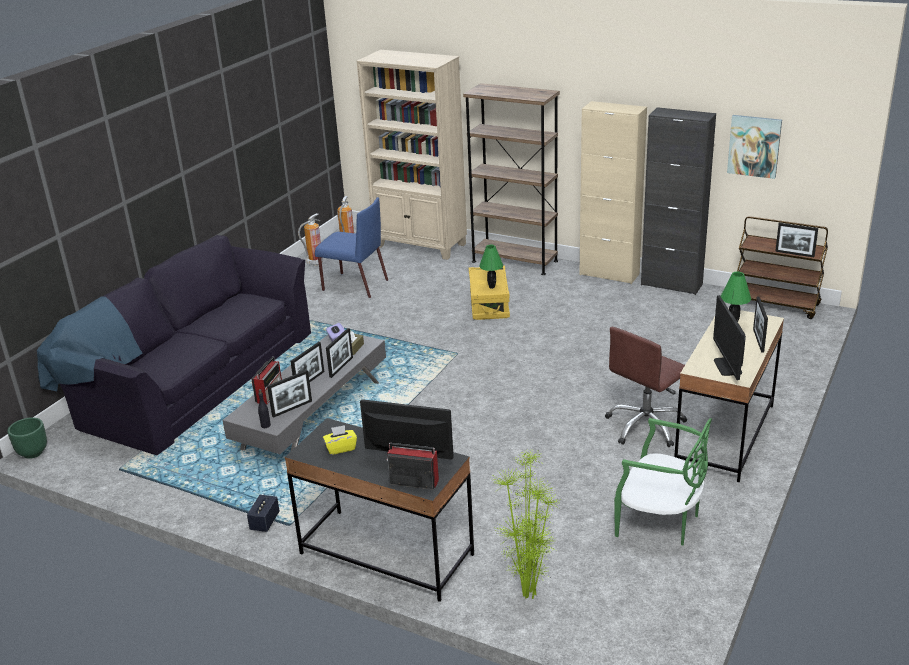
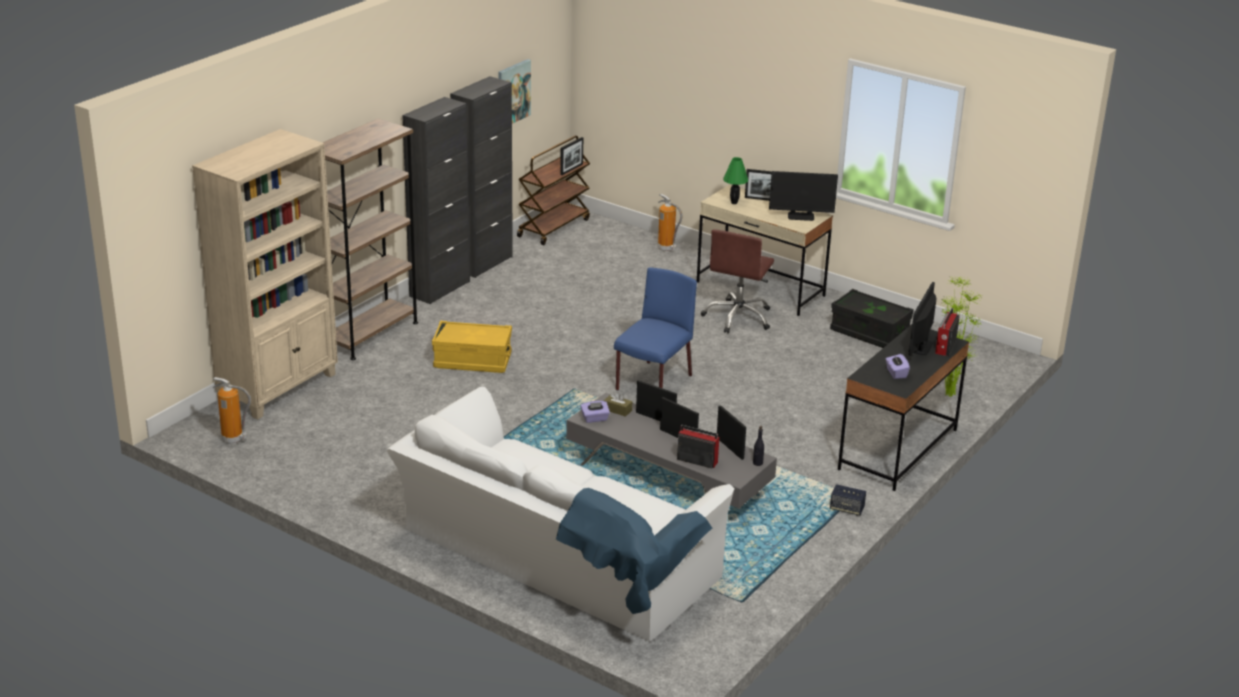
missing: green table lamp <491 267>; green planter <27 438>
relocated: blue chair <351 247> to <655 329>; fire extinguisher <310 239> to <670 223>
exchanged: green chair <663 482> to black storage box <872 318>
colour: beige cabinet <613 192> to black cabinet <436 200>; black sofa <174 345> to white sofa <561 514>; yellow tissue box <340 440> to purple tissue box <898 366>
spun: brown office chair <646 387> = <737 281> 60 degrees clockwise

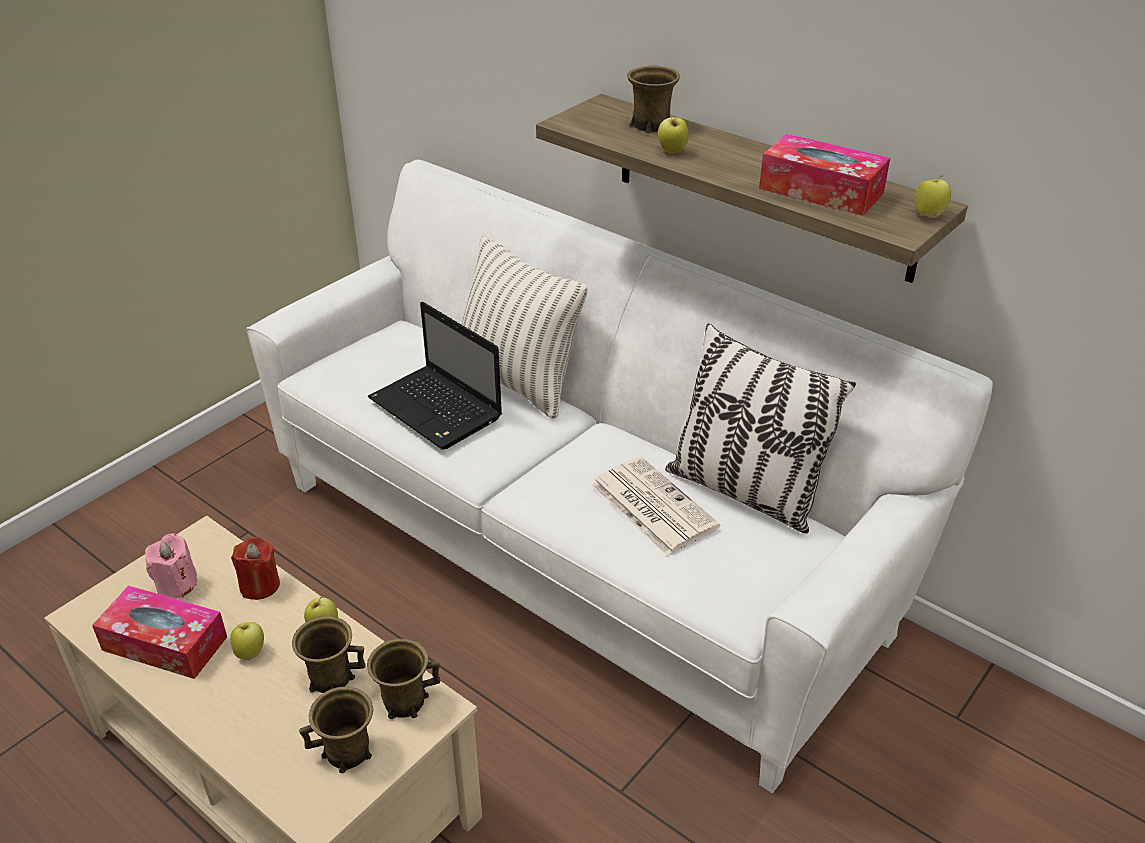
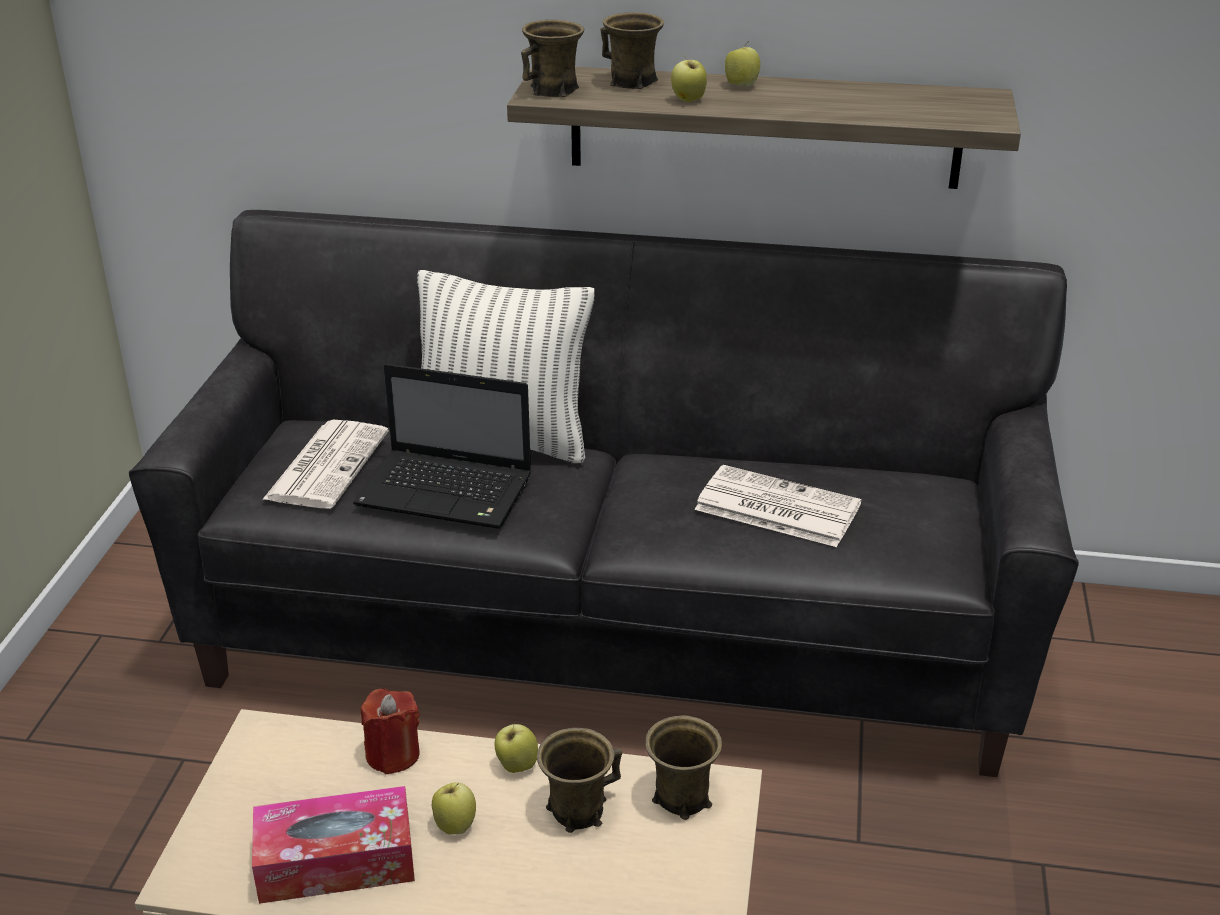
missing: tissue box <824 175>; pillow <760 428>; pink candle <171 565>
appeared: newspaper <325 464>
relocated: apple <933 196> to <742 64>; brown mug <336 730> to <552 58>
colour: white sofa <619 476> to black sofa <604 493>

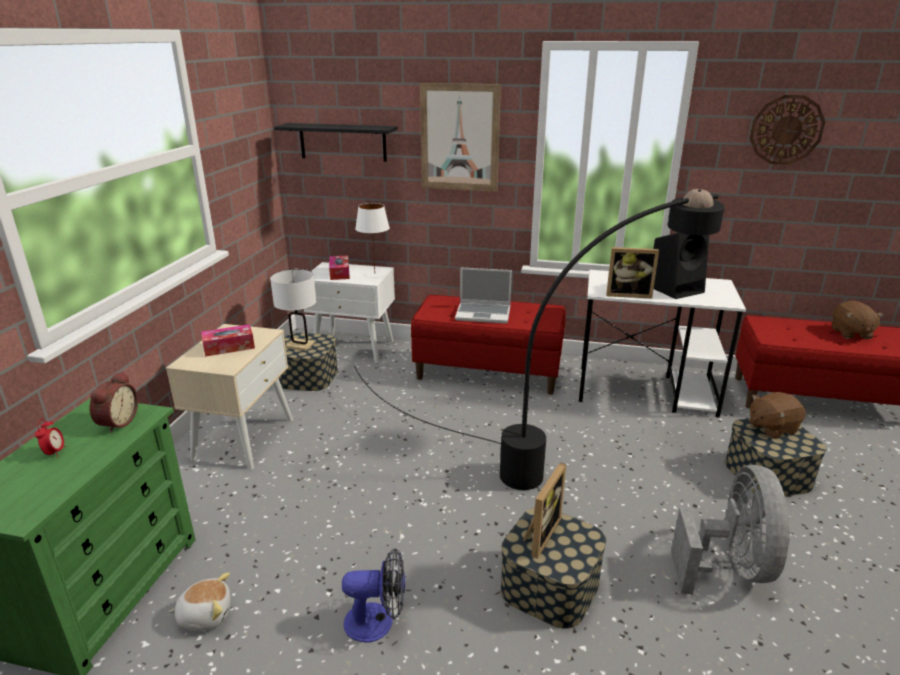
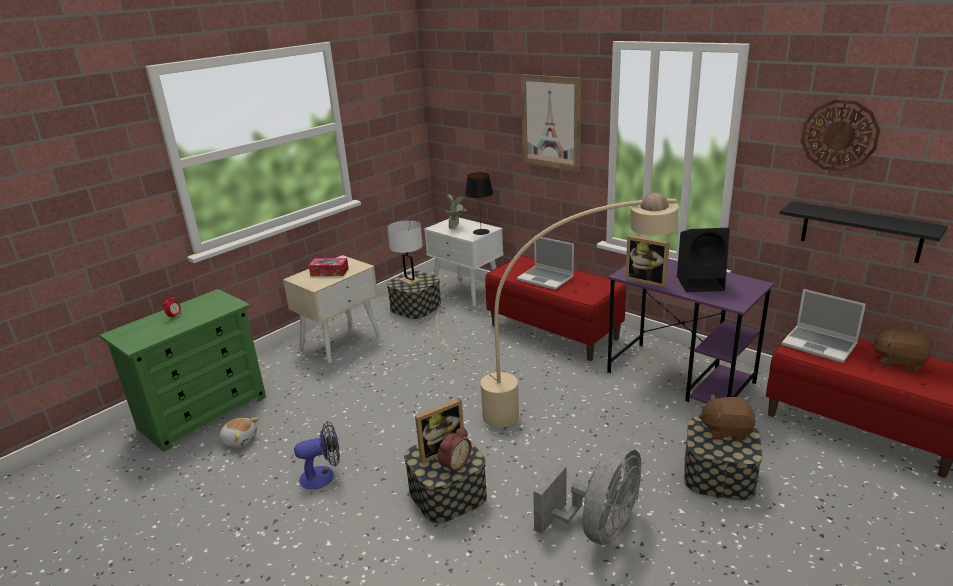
appeared: laptop <824 326>
relocated: black shelf <336 142> to <864 232>; alarm clock <114 402> to <455 450>
exchanged: tissue box <339 268> to potted plant <456 211>
colour: black floor lamp <539 339> to beige floor lamp <557 310>; white table lamp <372 240> to black table lamp <479 203>; white desk <662 344> to purple desk <690 331>
spun: brown plush toy <858 320> = <900 349> 90 degrees clockwise; fan <373 595> = <317 455> 45 degrees counterclockwise

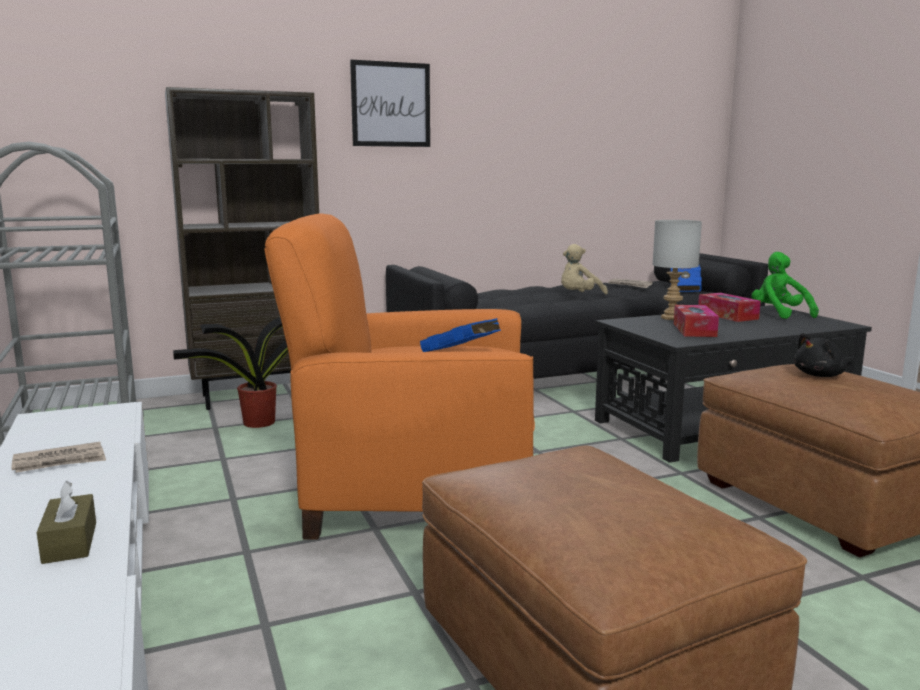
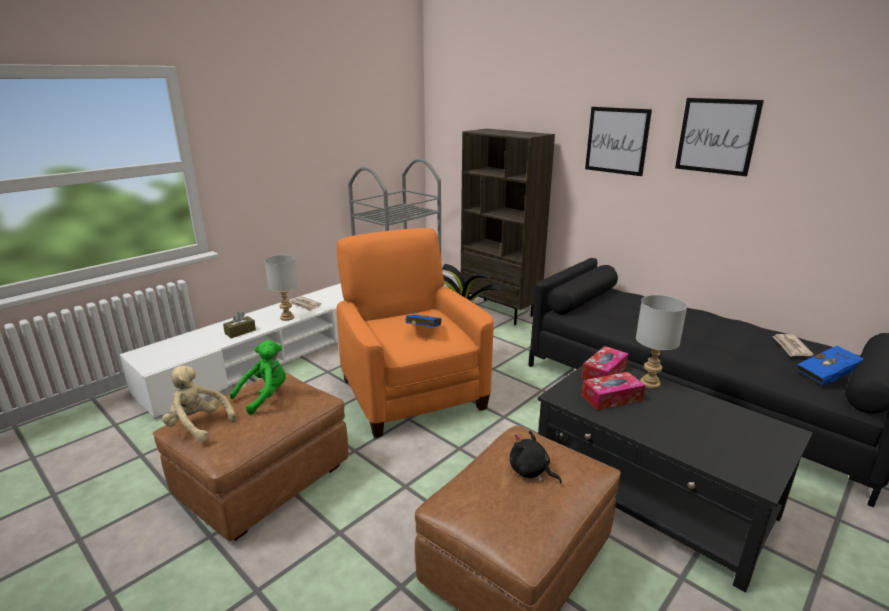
appeared: picture <719 137>; grey table lamp <281 288>
relocated: beige plush toy <584 269> to <199 403>; green plush toy <785 285> to <258 377>; tissue box <729 307> to <605 363>

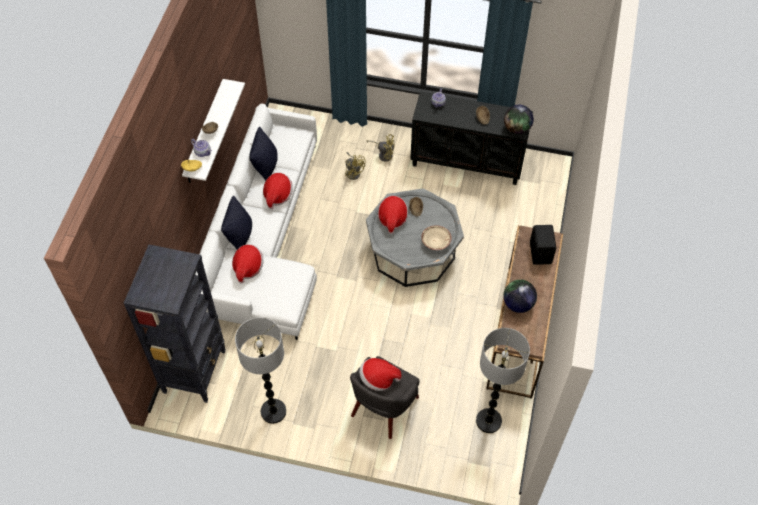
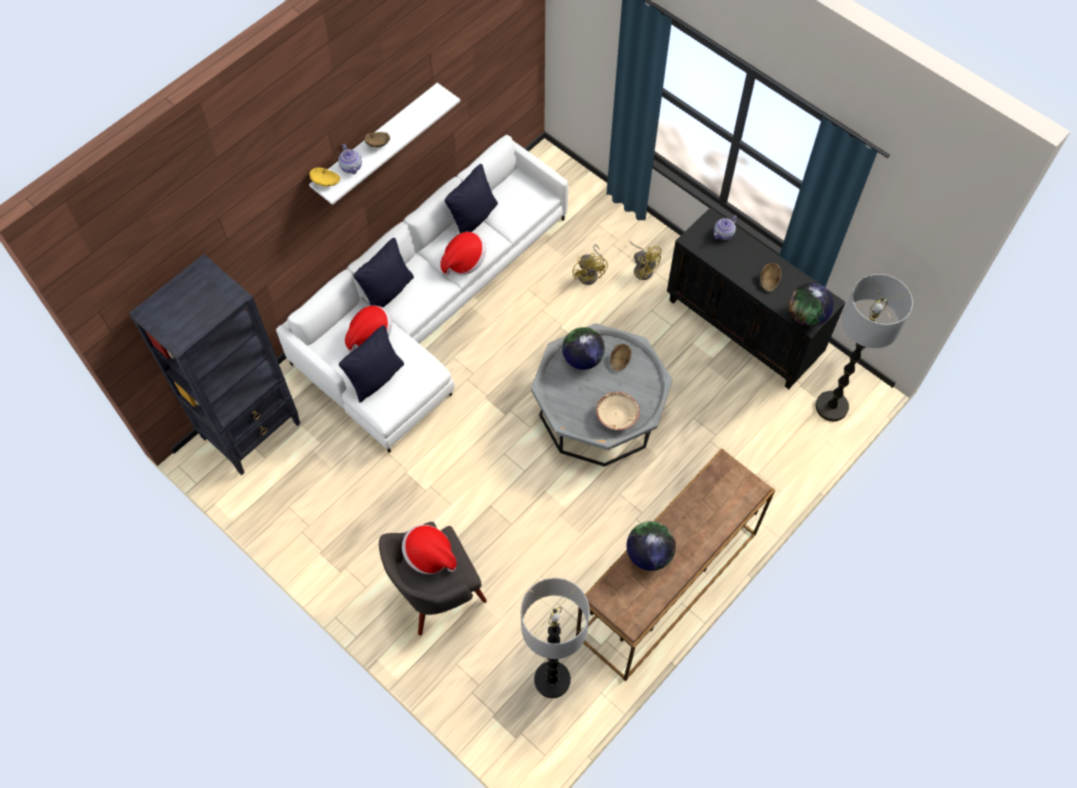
missing: black speaker <543 245>
appeared: black pillow <371 364>
relocated: floor lamp <260 370> to <864 347>
exchanged: hat <393 215> to globe <583 348>

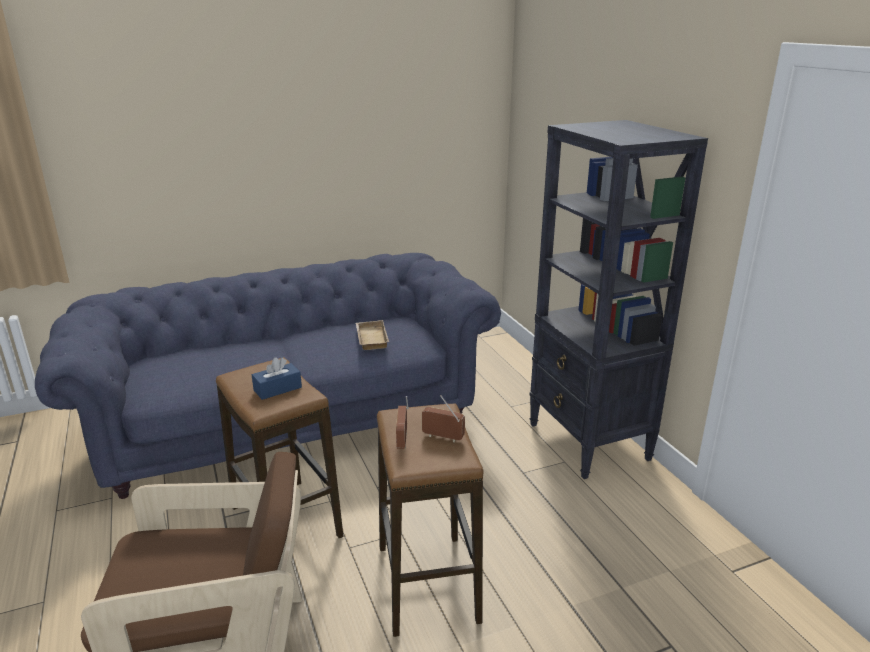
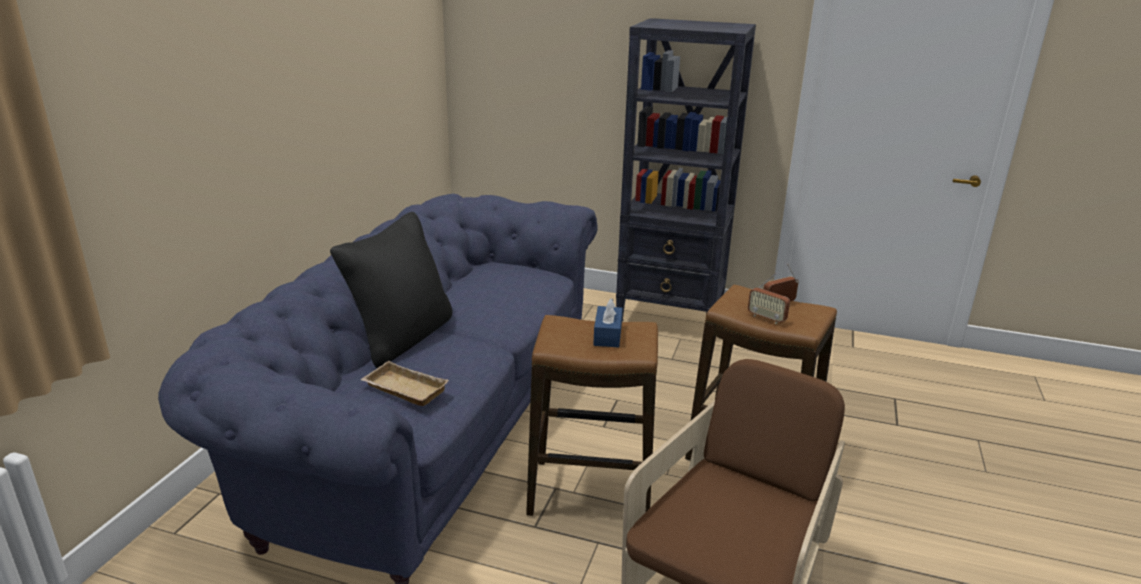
appeared: black pillow <391 290>
relocated: beige tray <372 335> to <404 383>

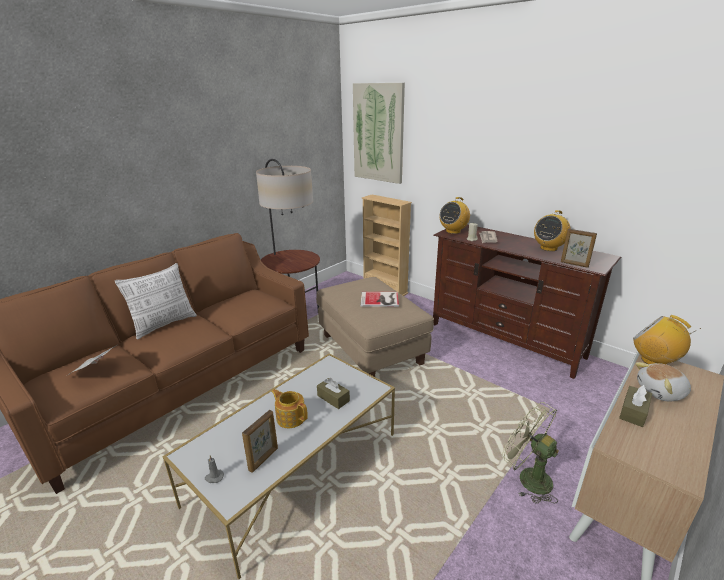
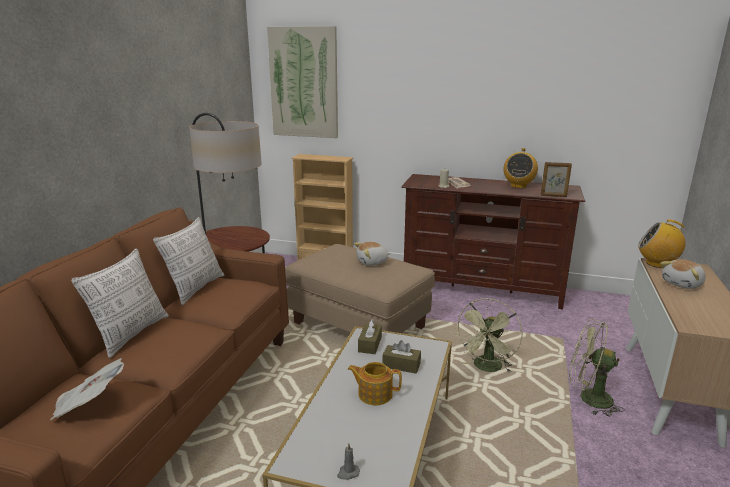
missing: radio <455 215>; picture frame <260 441>
appeared: pillow <188 261>; green fan <489 335>
relocated: brown tissue box <635 406> to <370 336>
exchanged: book <380 299> to plush toy <372 254>

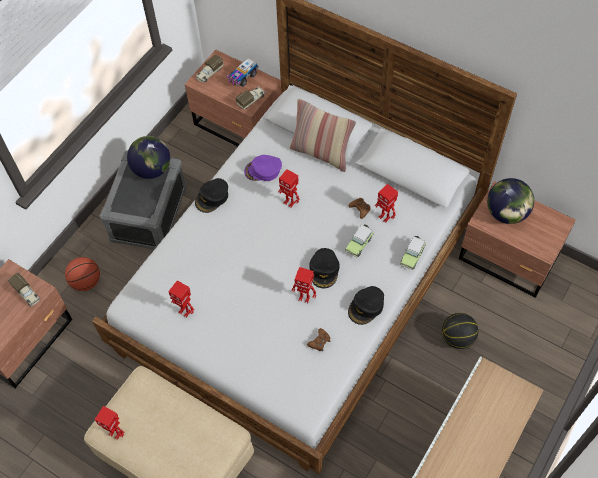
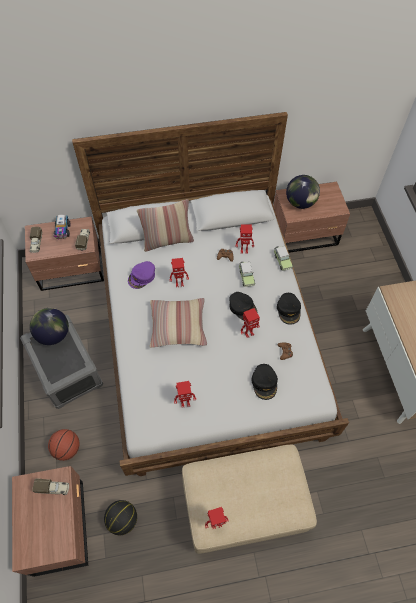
appeared: pillow <178 323>
relocated: black cap <211 195> to <265 382>; basketball <460 331> to <120 517>

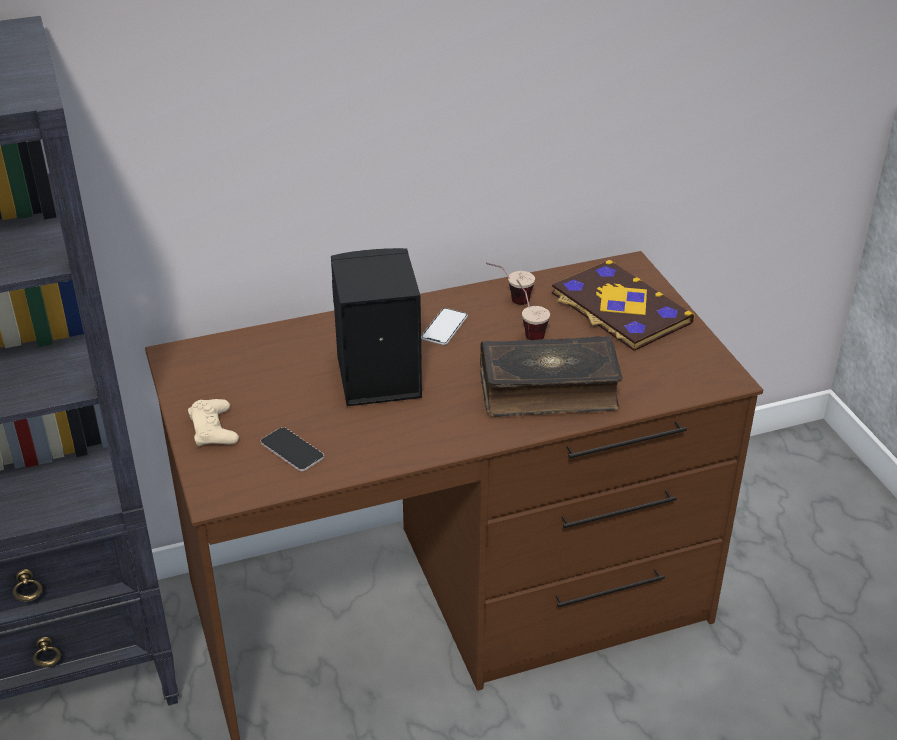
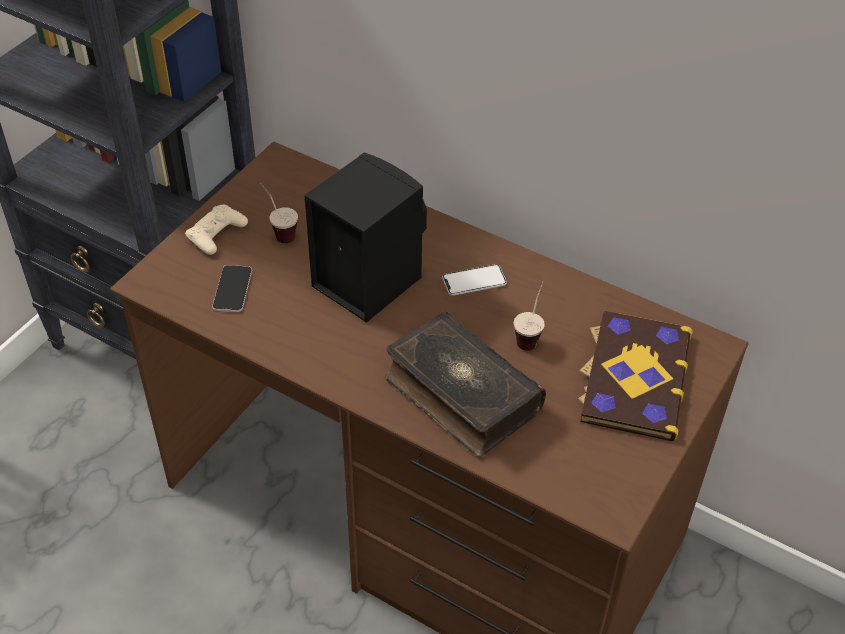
relocated: cup <510 284> to <279 213>

